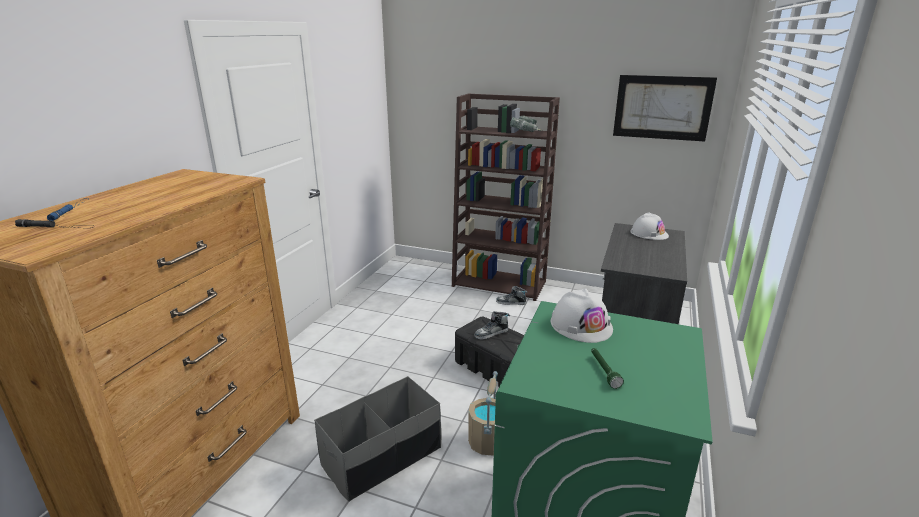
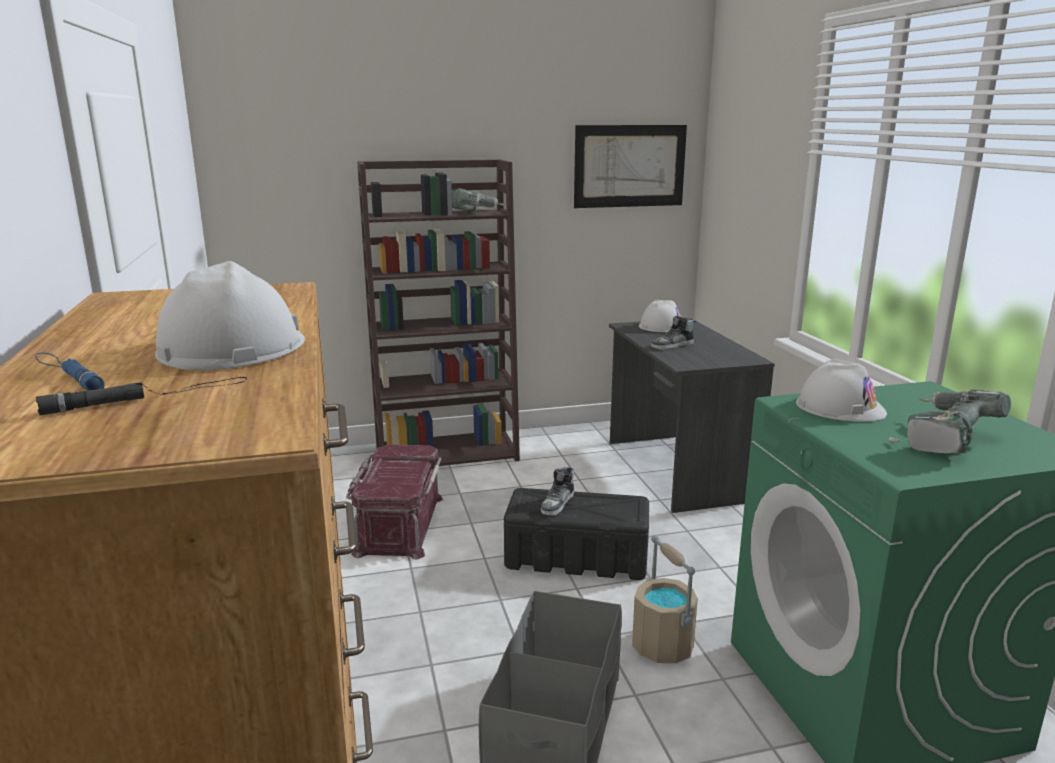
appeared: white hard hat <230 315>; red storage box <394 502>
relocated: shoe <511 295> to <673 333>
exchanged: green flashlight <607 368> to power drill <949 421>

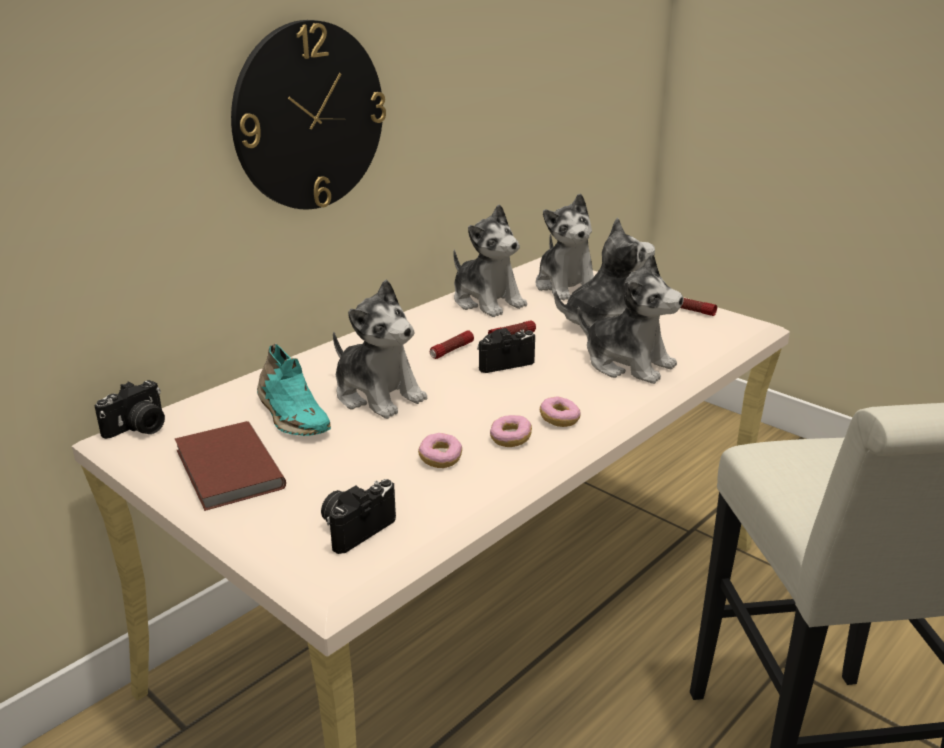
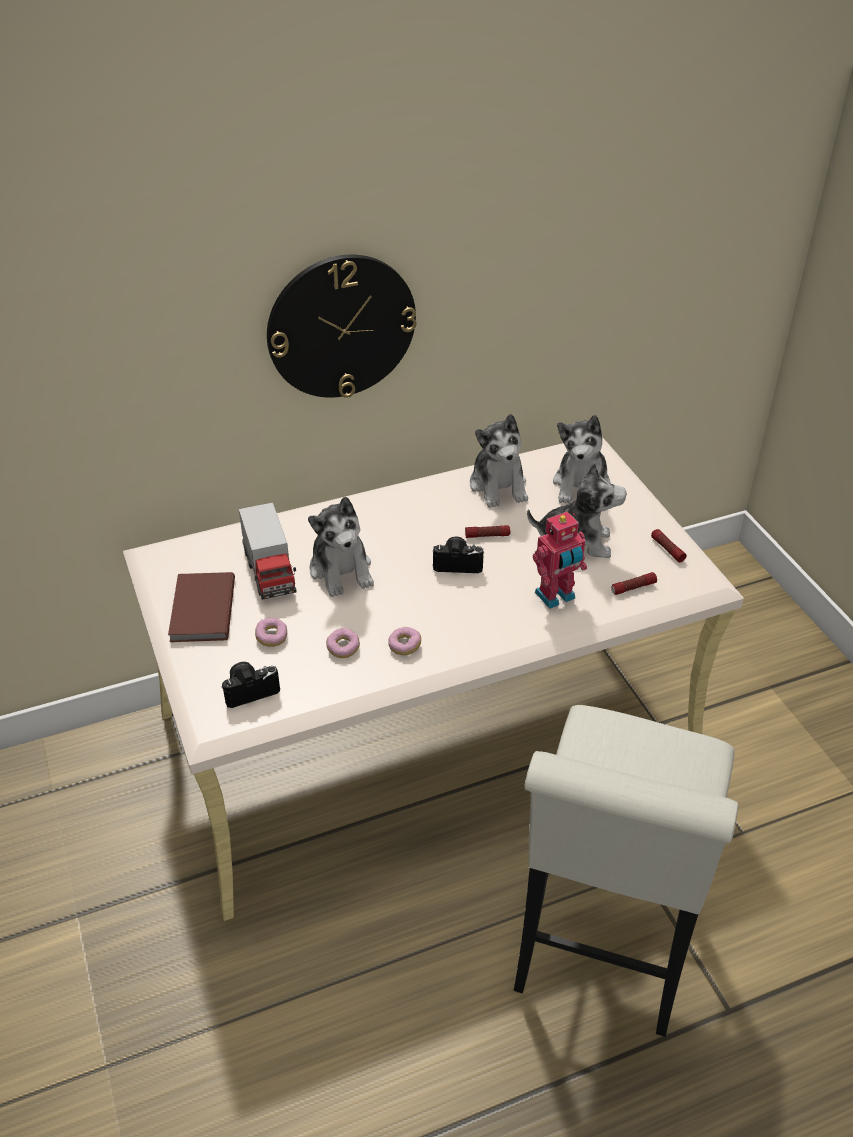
missing: photo camera <130 409>
relocated: flashlight <452 344> to <634 583>; donut <560 412> to <271 632>
exchanged: plush toy <630 319> to toy robot <560 560>; turquoise shoe <294 389> to toy truck <268 551>

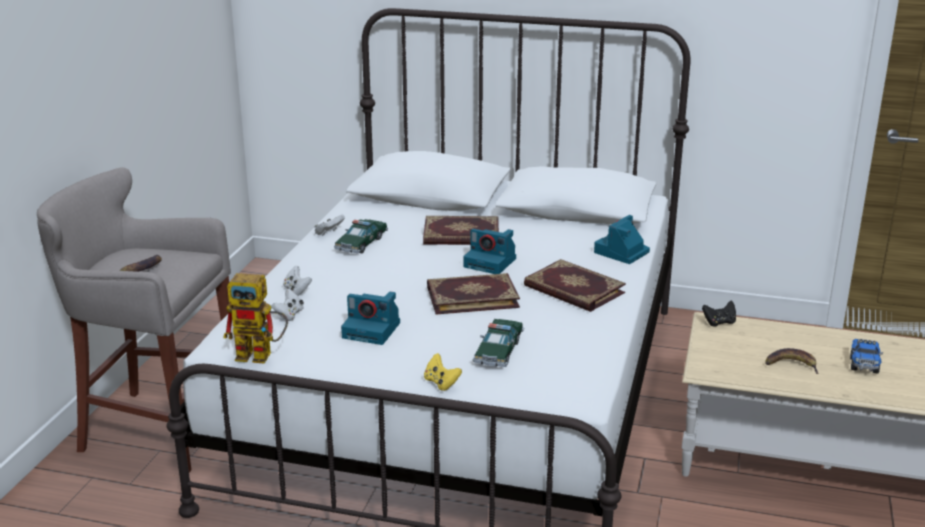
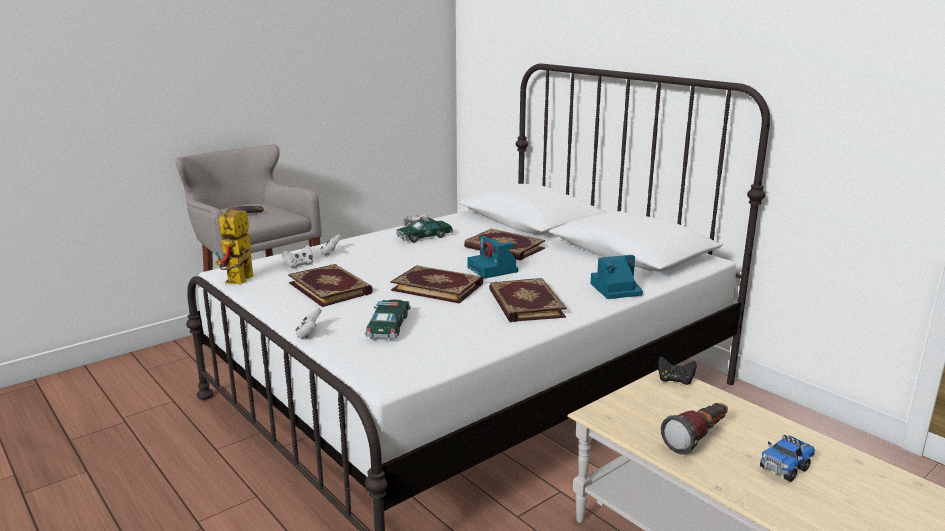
exchanged: photo camera <370 318> to book <330 285>; banana <791 361> to flashlight <694 428>
colour: yellow game controller <443 372> to white game controller <308 323>
spun: toy robot <255 318> = <234 247> 60 degrees clockwise; toy car <498 343> = <388 319> 135 degrees clockwise

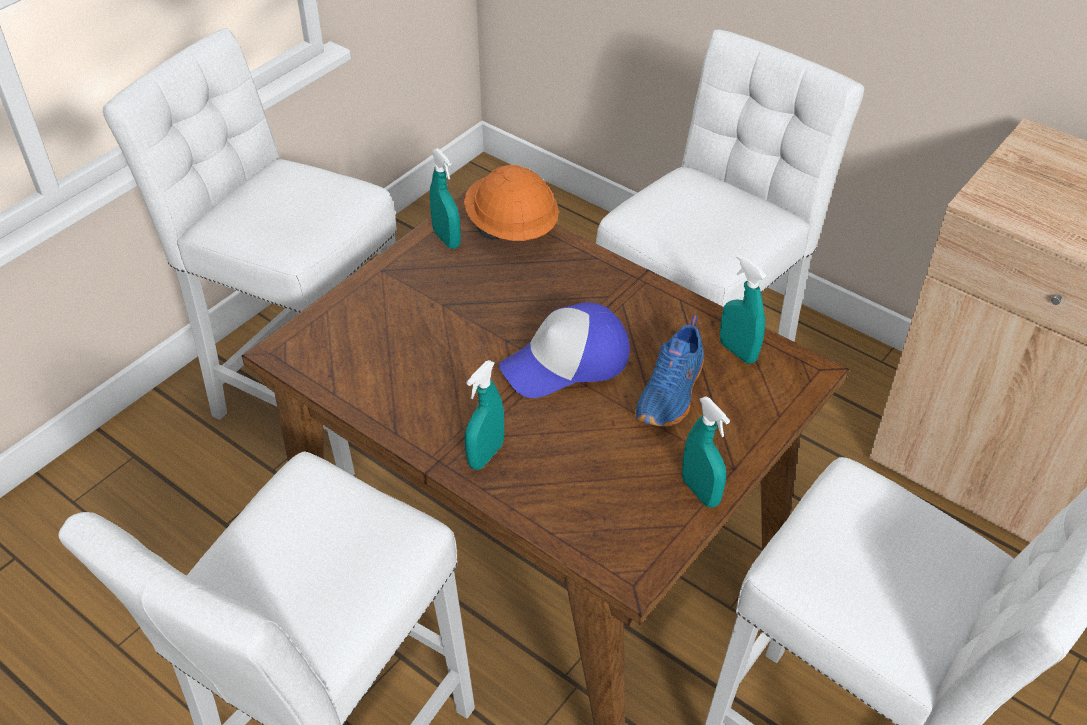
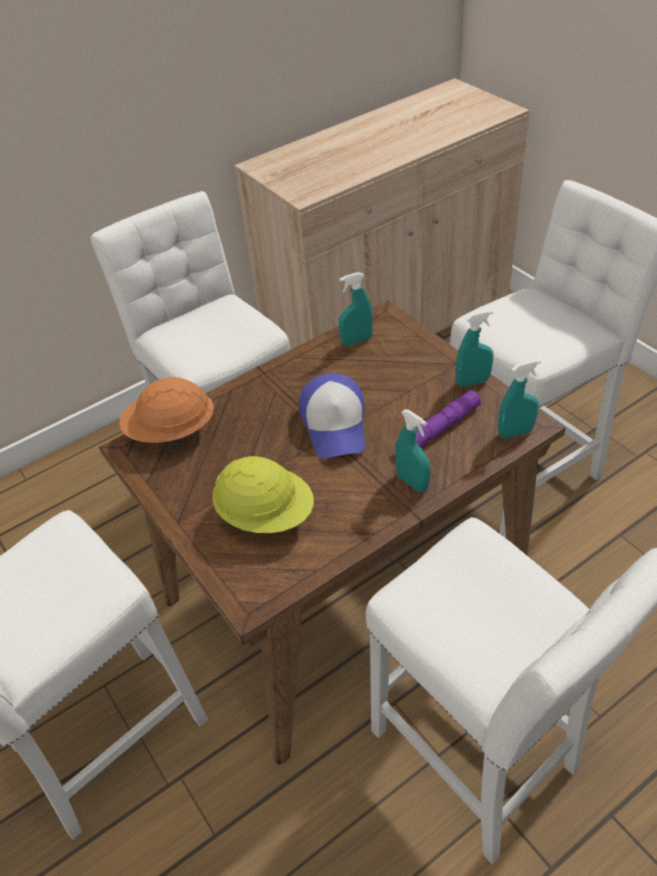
missing: blue shoe <669 371>
appeared: purple flashlight <438 419>; yellow hard hat <263 494>
relocated: turquoise spray bottle <445 198> to <519 399>

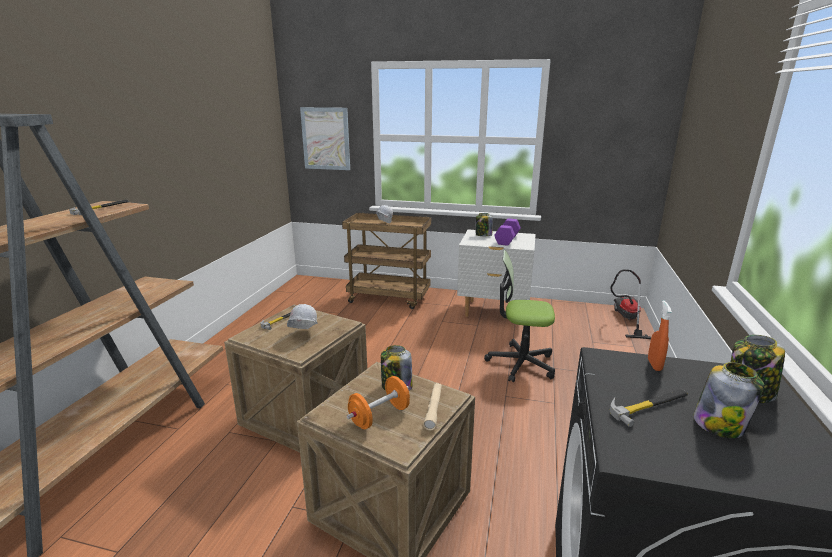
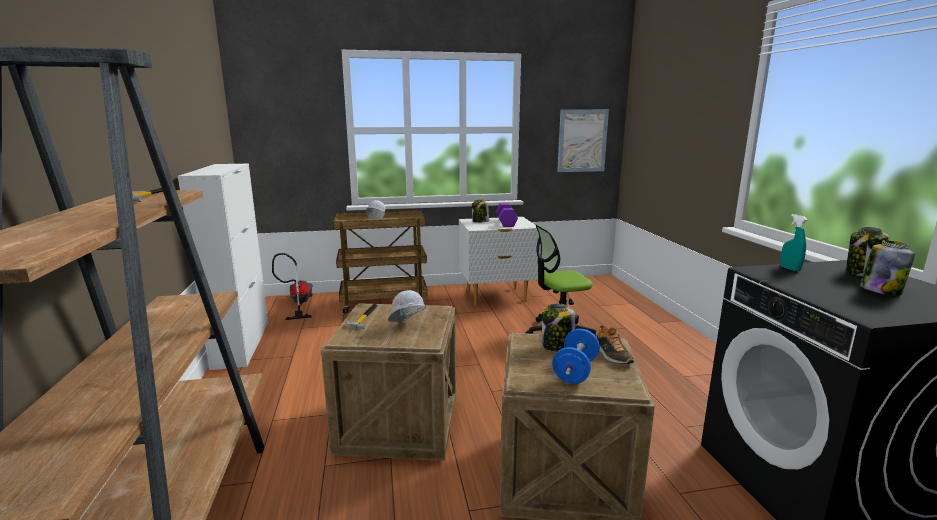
missing: hammer <649 408>
appeared: white cabinet <223 267>
relocated: picture <325 138> to <583 141>; vacuum cleaner <630 304> to <292 286>
exchanged: beige flashlight <432 406> to shoe <615 344>
colour: orange spray bottle <660 335> to turquoise spray bottle <793 242>; orange dumbbell <378 402> to blue dumbbell <576 356>

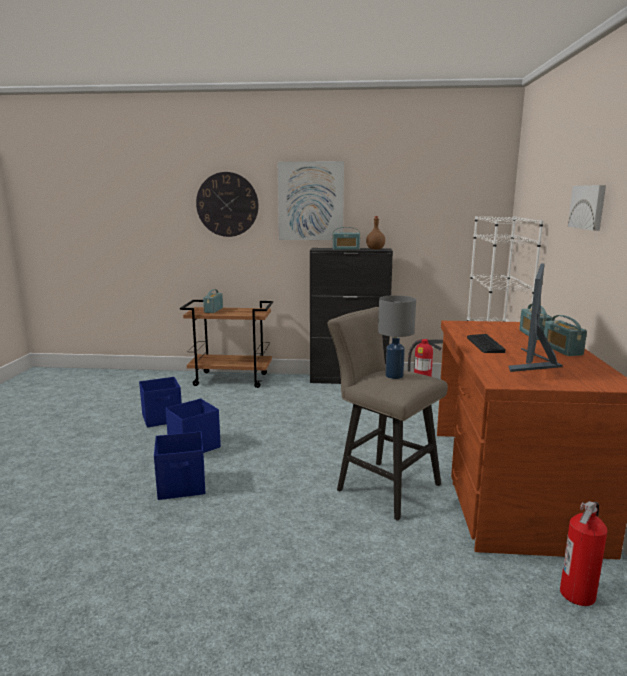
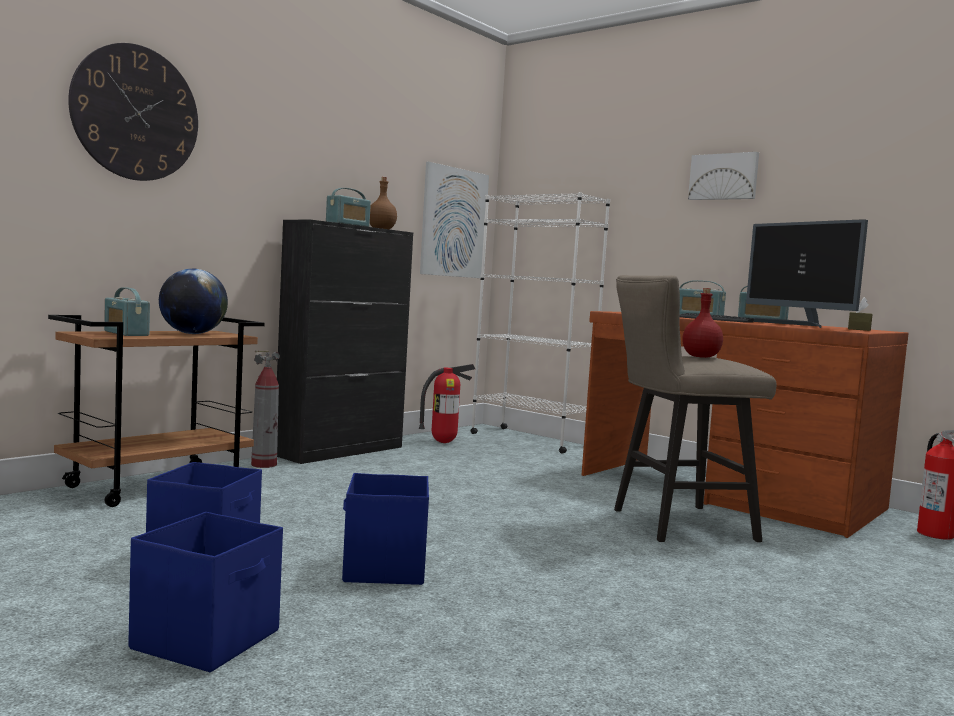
appeared: globe <193 301>; brown tissue box <860 314>; fire extinguisher <265 409>
relocated: picture <311 200> to <454 219>; blue storage box <179 465> to <205 592>
exchanged: grey table lamp <397 337> to red bottle <702 323>

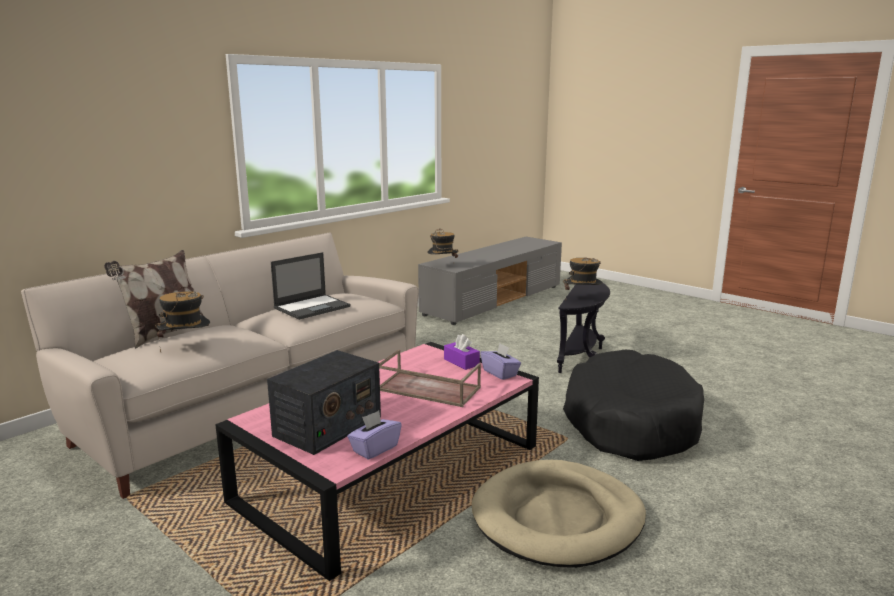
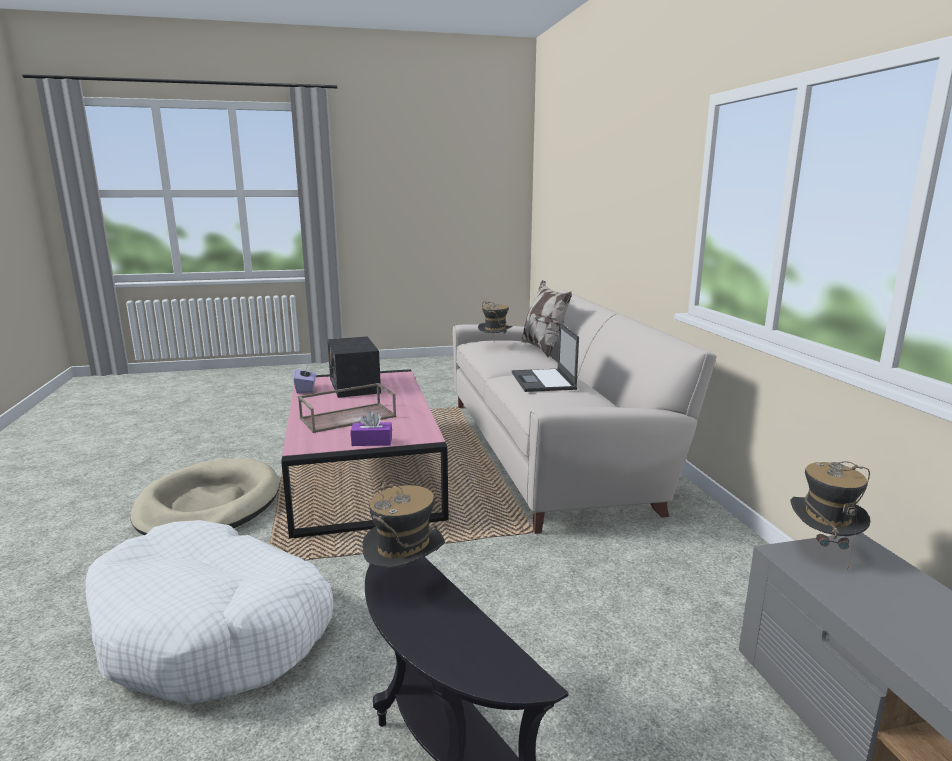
missing: purple tissue box <500 361>
colour: black dog bed <633 405> to white dog bed <209 612>

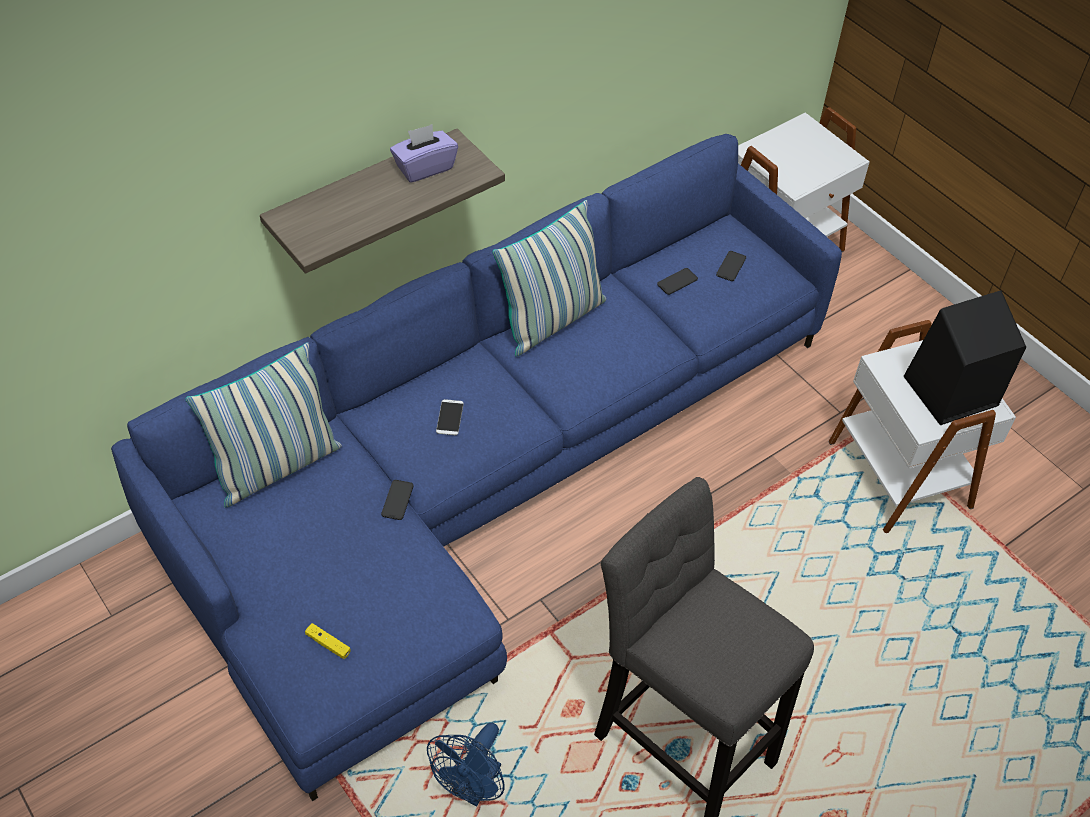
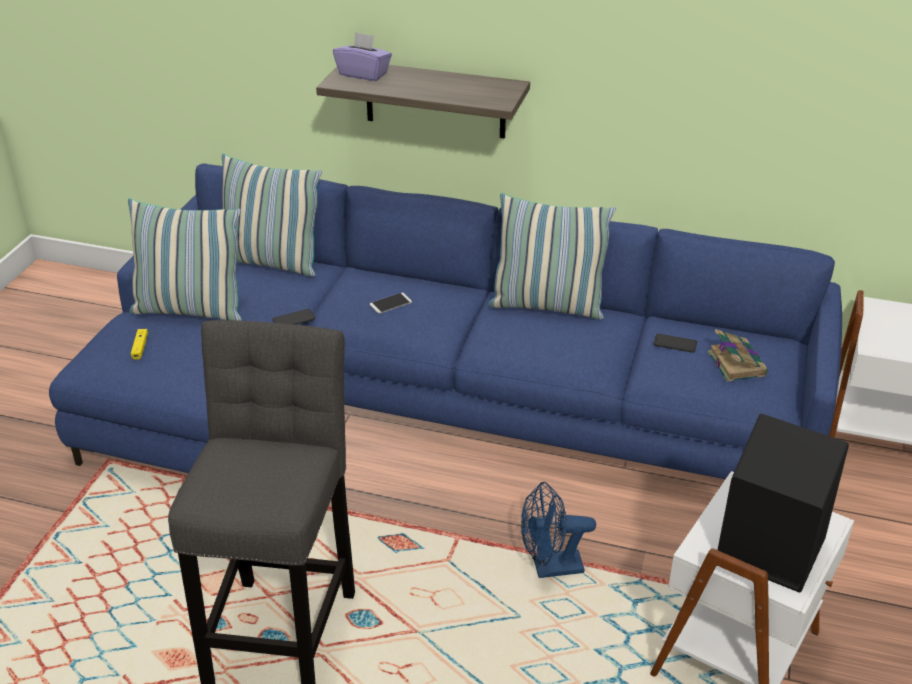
appeared: pillow <185 259>
relocated: purple tissue box <424 153> to <362 56>; blue fan <466 765> to <558 530>
exchanged: phone <731 266> to book <738 355>

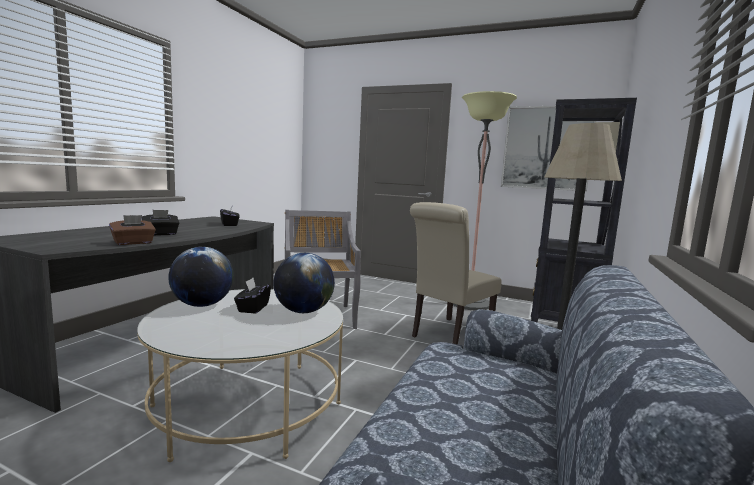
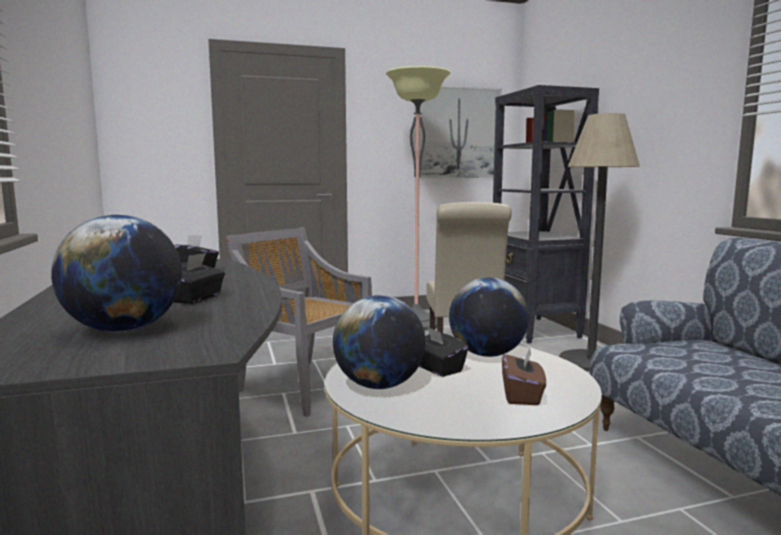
appeared: globe <116 273>
relocated: brown tissue box <132 230> to <524 376>

